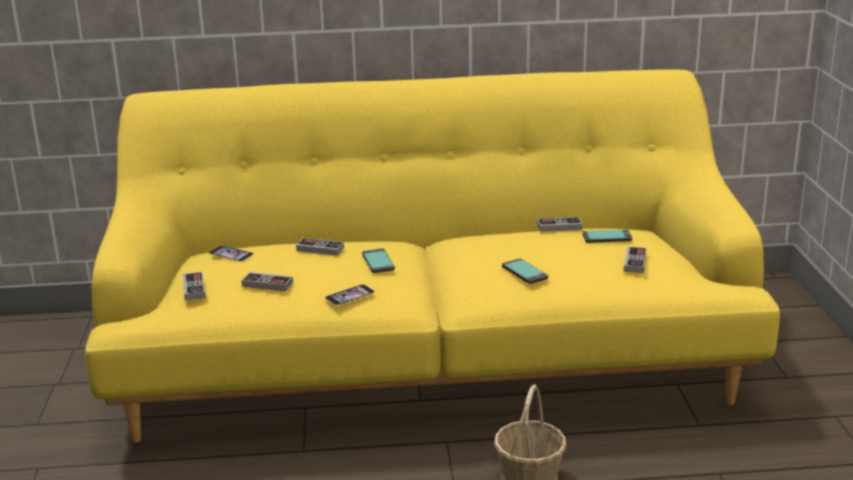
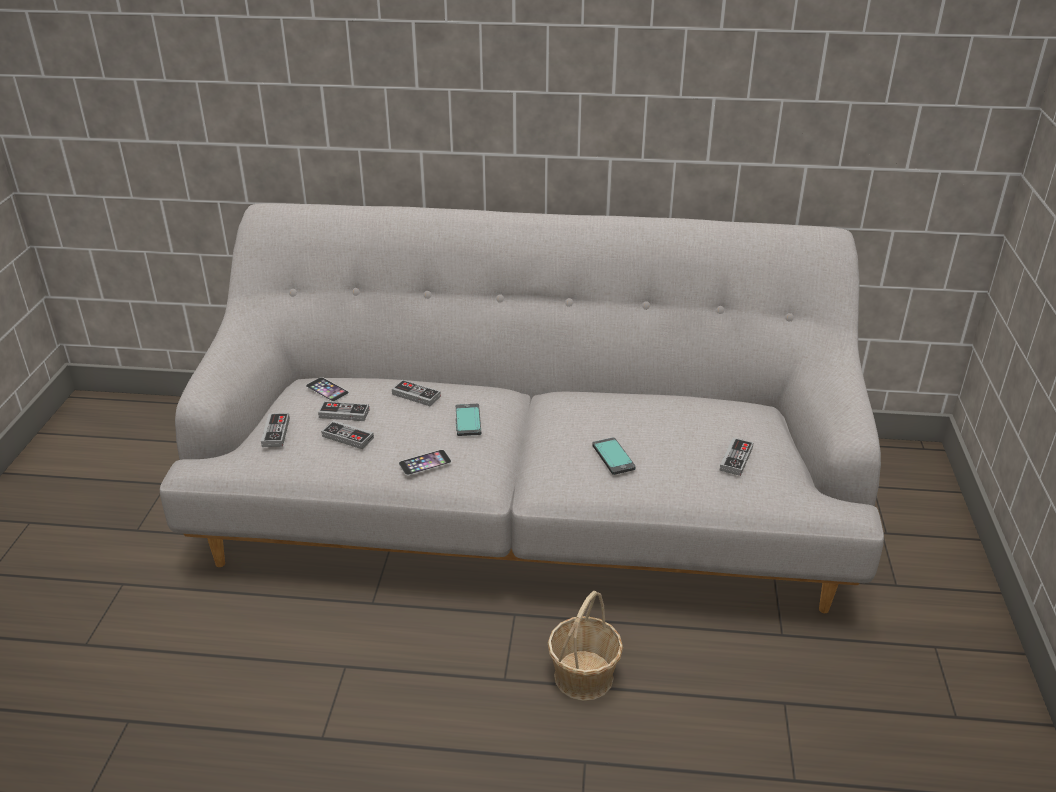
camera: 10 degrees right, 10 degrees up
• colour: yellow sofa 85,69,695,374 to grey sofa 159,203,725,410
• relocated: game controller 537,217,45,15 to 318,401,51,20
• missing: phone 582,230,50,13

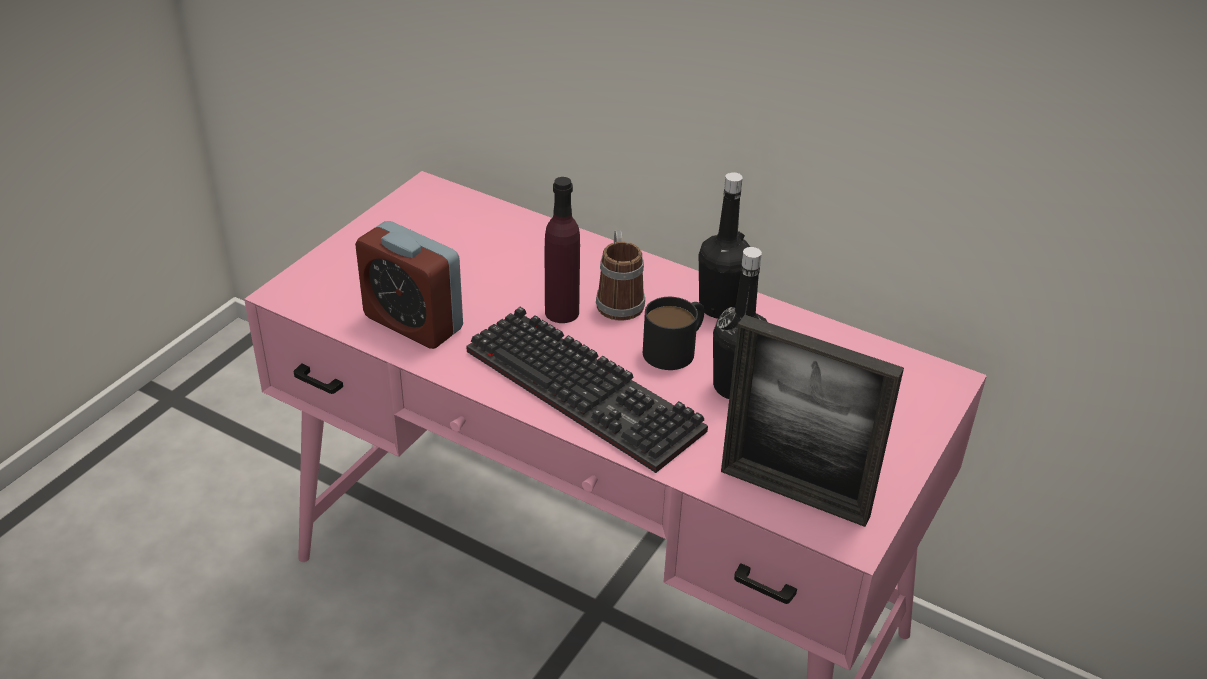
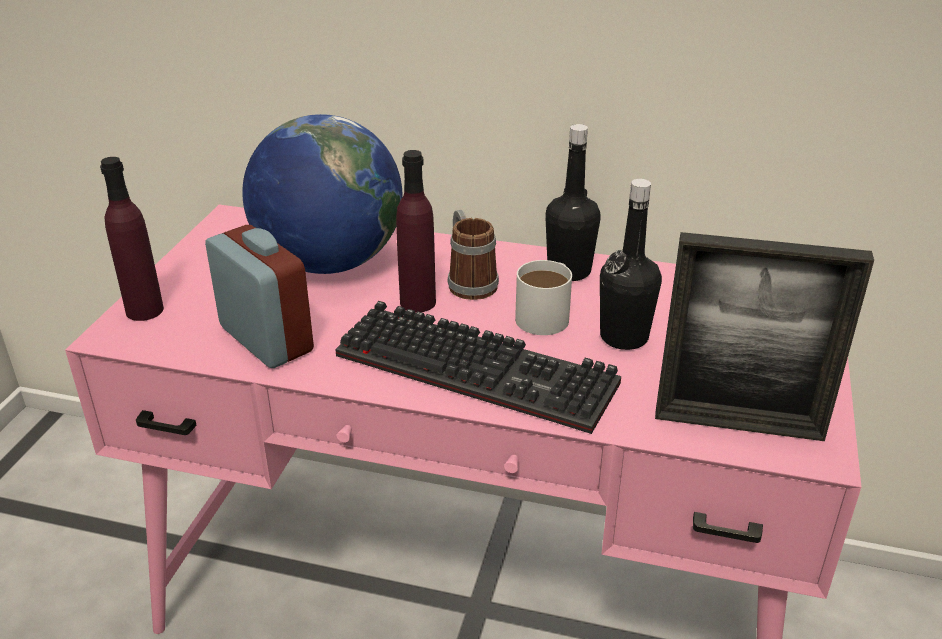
camera: 15 degrees left, 5 degrees down
• spun: alarm clock 355,221,108,128 = 205,225,109,143 150 degrees counterclockwise
• colour: black mug 643,297,62,73 to white mug 515,260,57,75
• appeared: globe 242,114,160,160
• appeared: purple bottle 100,157,64,164

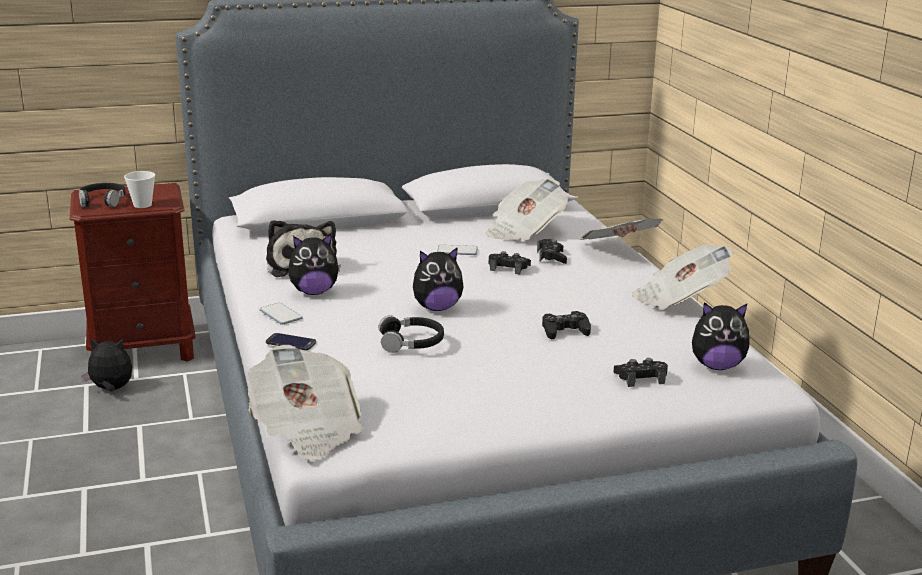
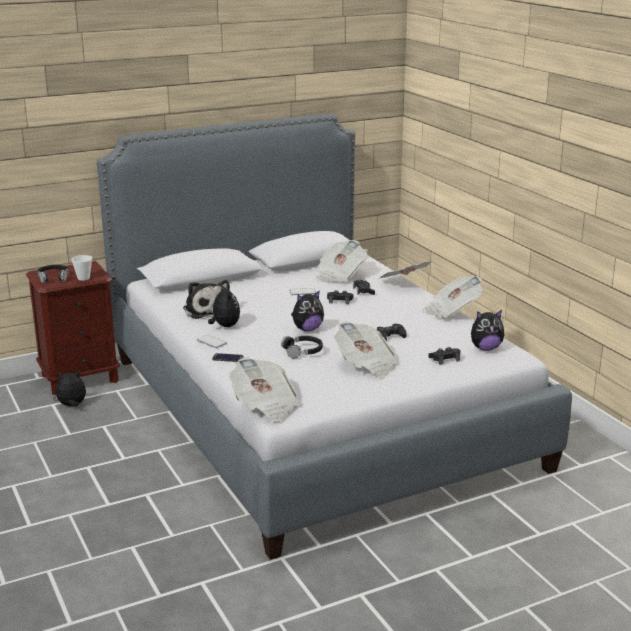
camera: 10 degrees left, 0 degrees up
• spun: plush toy 288,234,53,61 = 208,284,32,43 90 degrees counterclockwise
• appeared: newspaper 334,322,64,56

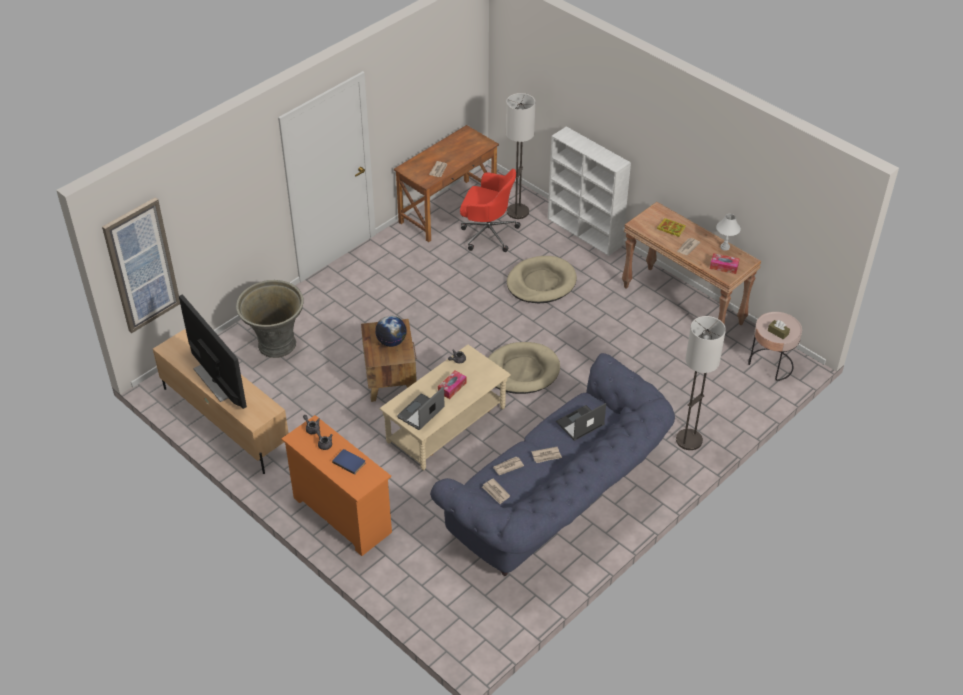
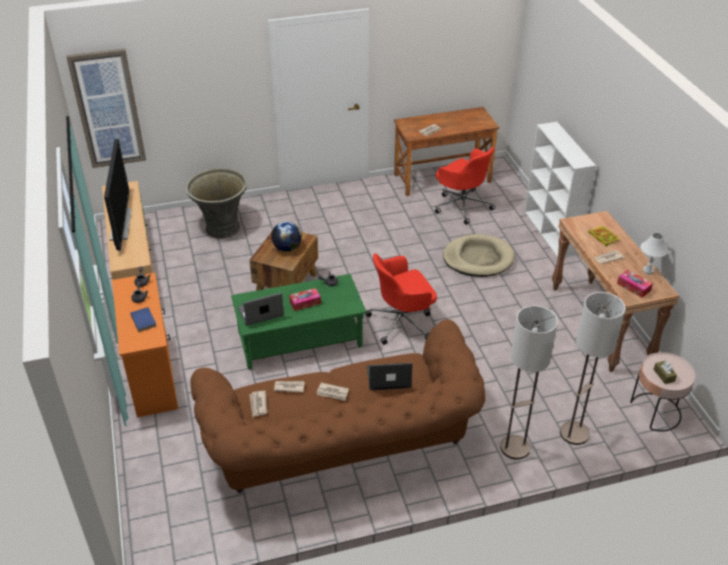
camera: 30 degrees right, 5 degrees down
• relocated: floor lamp 506,93,29,126 to 560,292,66,153
• exchanged: beige dog bed 488,342,72,52 to red office chair 365,253,72,92
• colour: beige coffee table 380,345,131,125 to green coffee table 231,274,136,95
• colour: blue sofa 430,353,245,223 to brown sofa 190,319,296,174

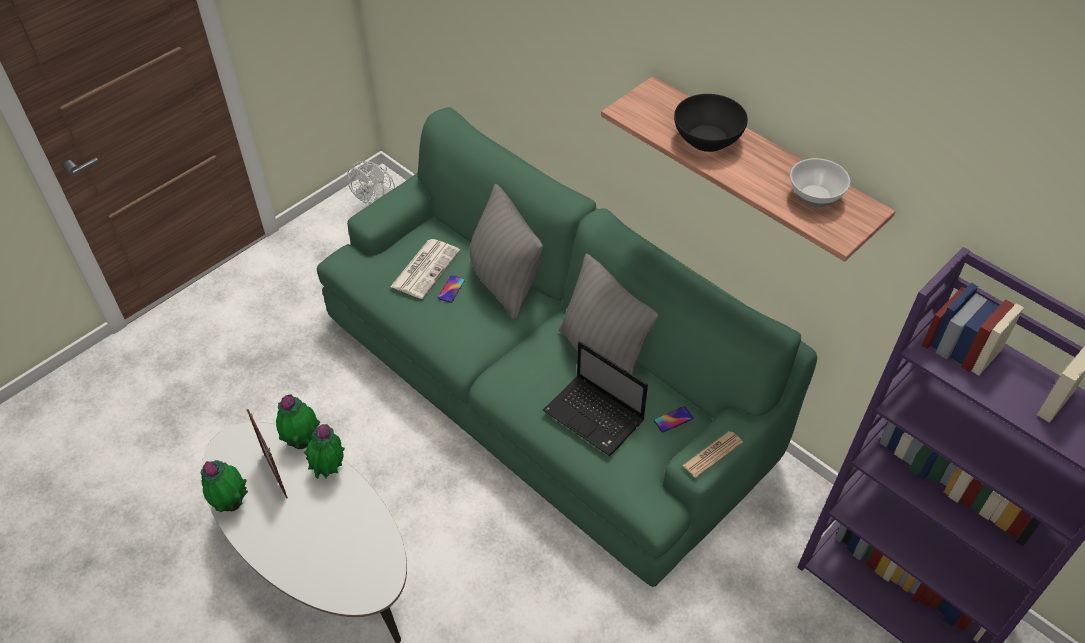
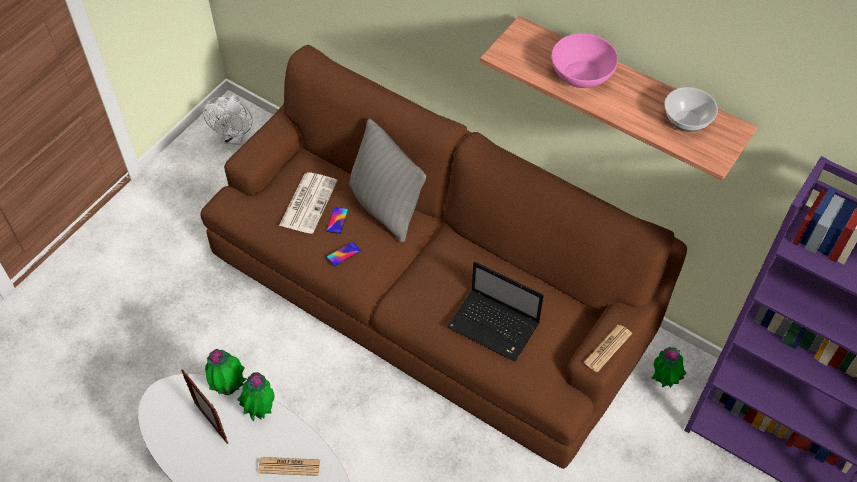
camera: 10 degrees left, 5 degrees up
• colour: black bowl 674,94,74,58 to pink bowl 551,34,67,54
• colour: green sofa 317,107,500,480 to brown sofa 201,45,486,424
• missing: grey pillow 559,254,100,121
• relocated: phone 654,406,39,27 to 327,241,34,26
• relocated: potted plant 201,460,47,52 to 651,347,35,41
• appeared: newspaper 258,457,62,19

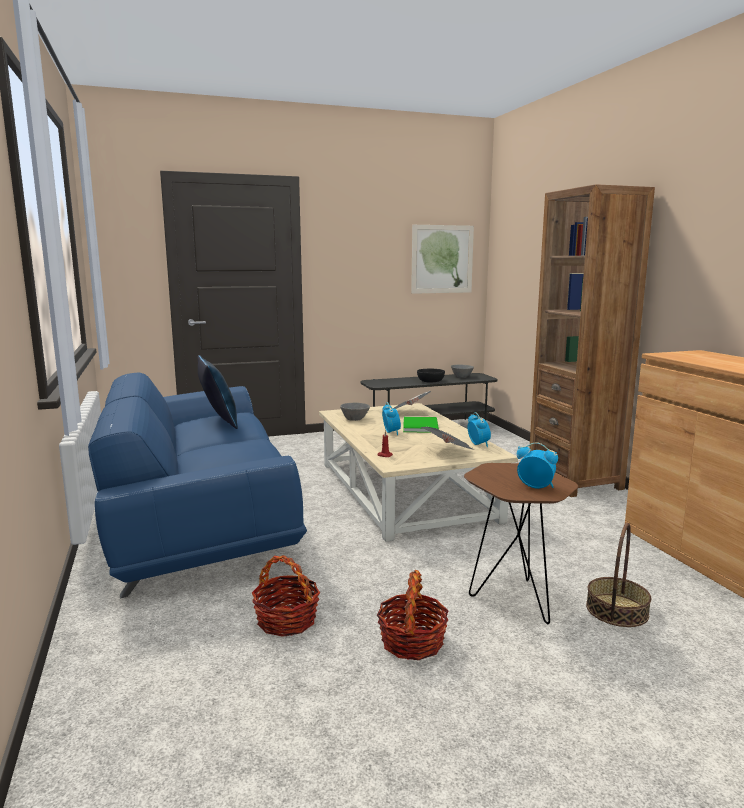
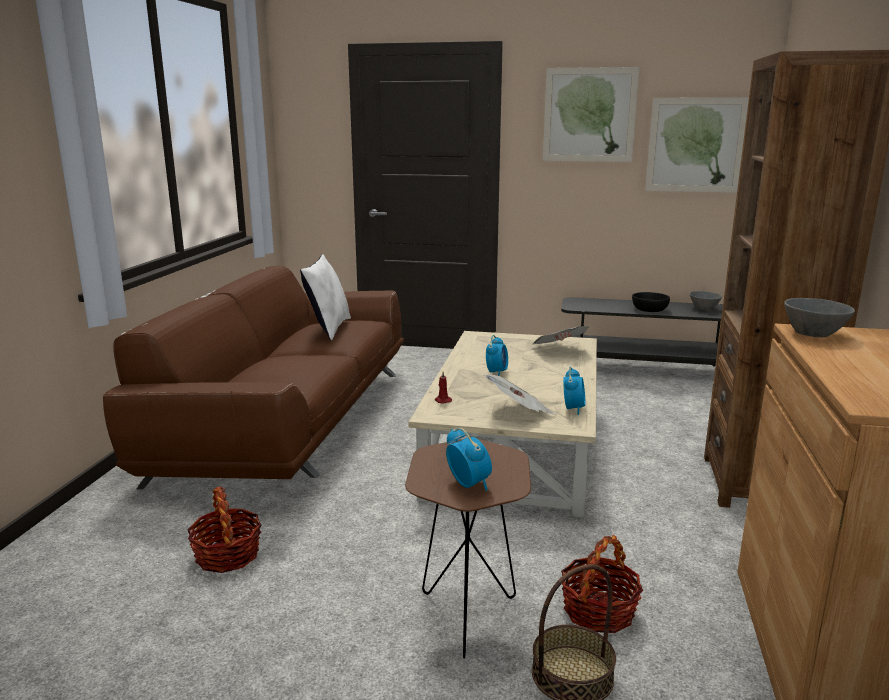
camera: 30 degrees right, 5 degrees up
• colour: blue pillow 198,355,40,74 to white pillow 300,254,51,86
• colour: blue sofa 88,373,219,225 to brown sofa 103,266,301,223
• relocated: grey bowl 340,403,30,18 to 784,298,71,39
• missing: green book 403,417,36,16
• relocated: basket 377,570,72,90 to 561,535,82,98
• appeared: picture 543,67,96,95

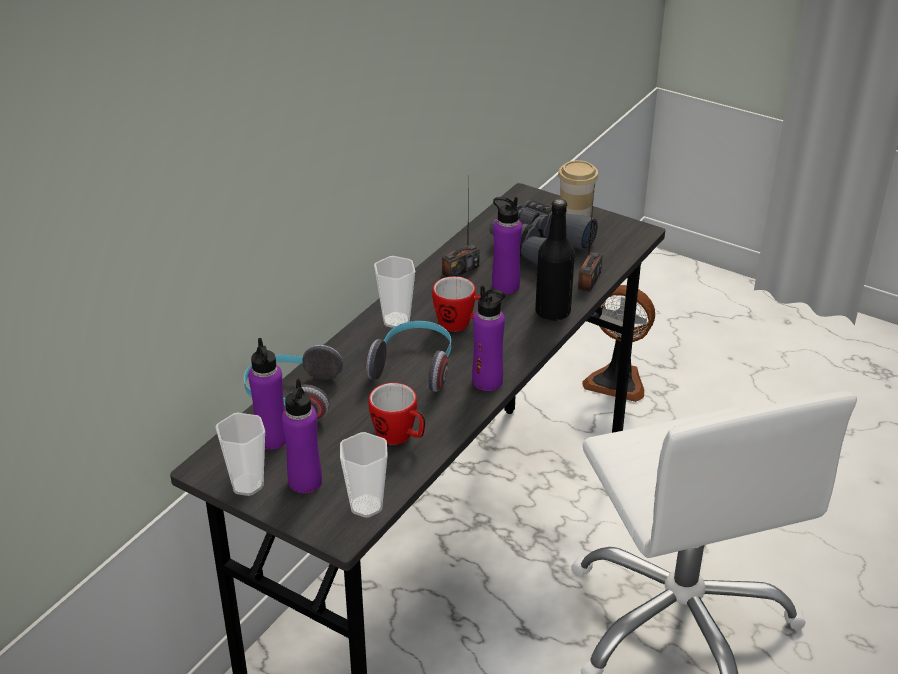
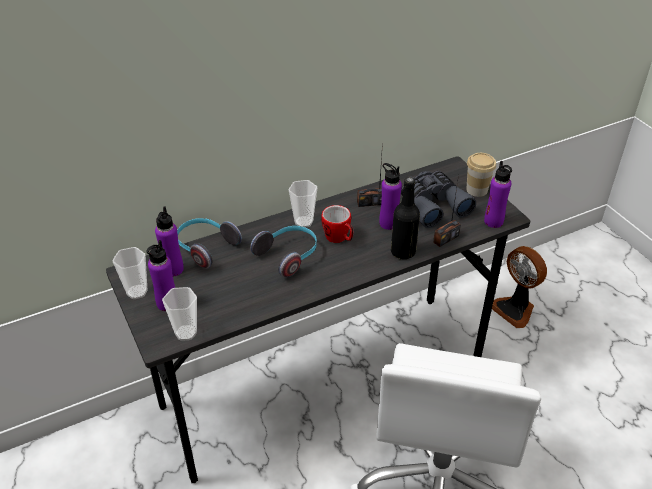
camera: 30 degrees right, 5 degrees up
• relocated: purple bottle 472,285,33,106 to 484,161,28,67
• missing: mug 369,383,56,62

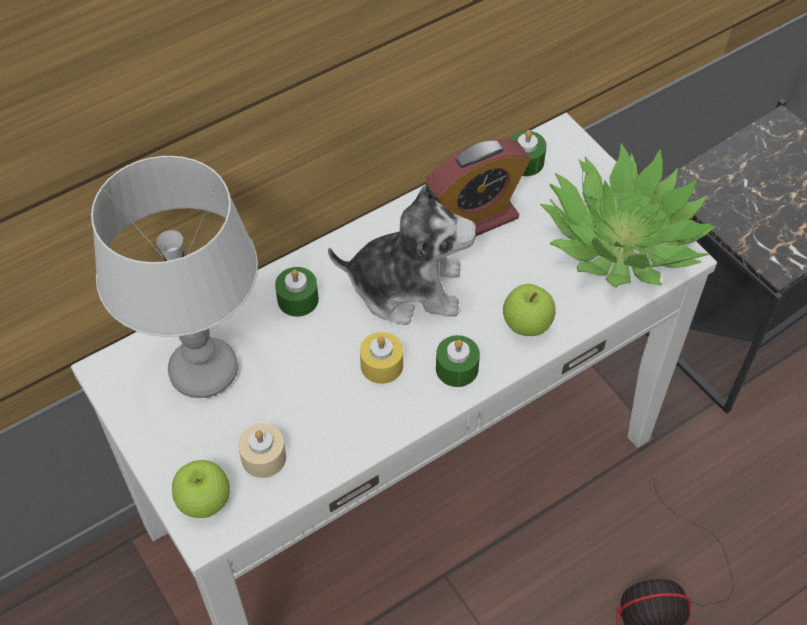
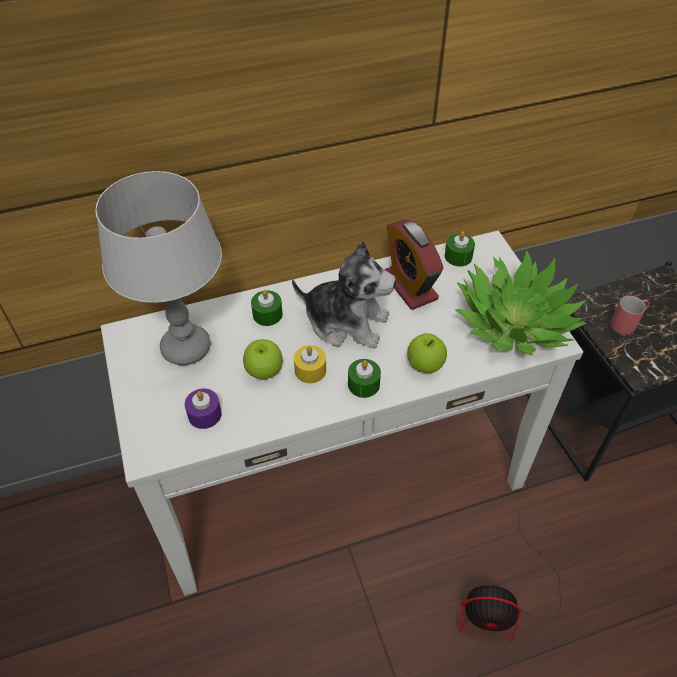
camera: 15 degrees right, 5 degrees down
• spun: alarm clock 425,139,106,97 = 384,219,60,91 75 degrees clockwise
• colour: beige candle 238,424,48,54 to purple candle 185,388,37,41
• relocated: apple 172,460,58,58 to 243,339,40,41
• appeared: red mug 611,296,38,39

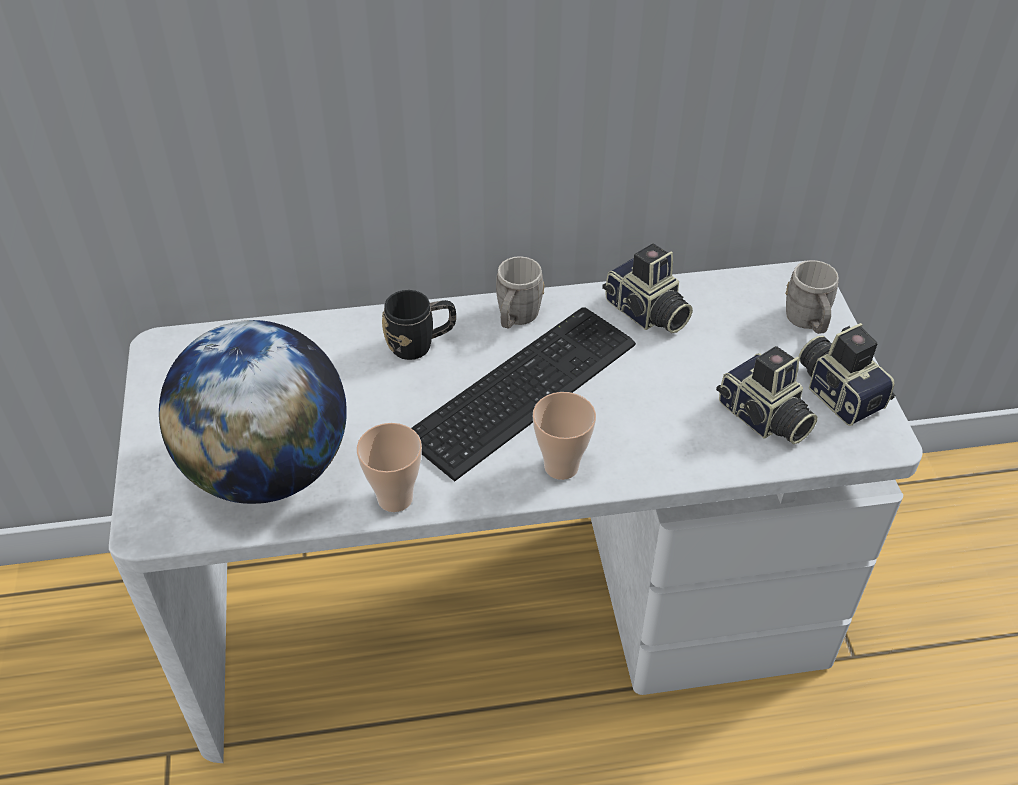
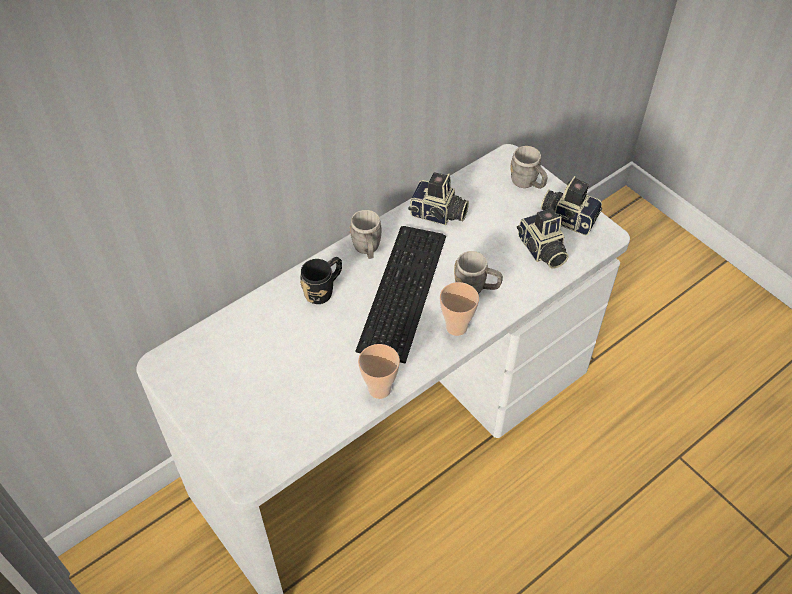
camera: 30 degrees left, 5 degrees up
• missing: globe 159,320,188,184
• spun: photo camera 716,346,102,98 = 517,208,52,60 45 degrees clockwise
• appeared: grey mug 454,251,49,43

